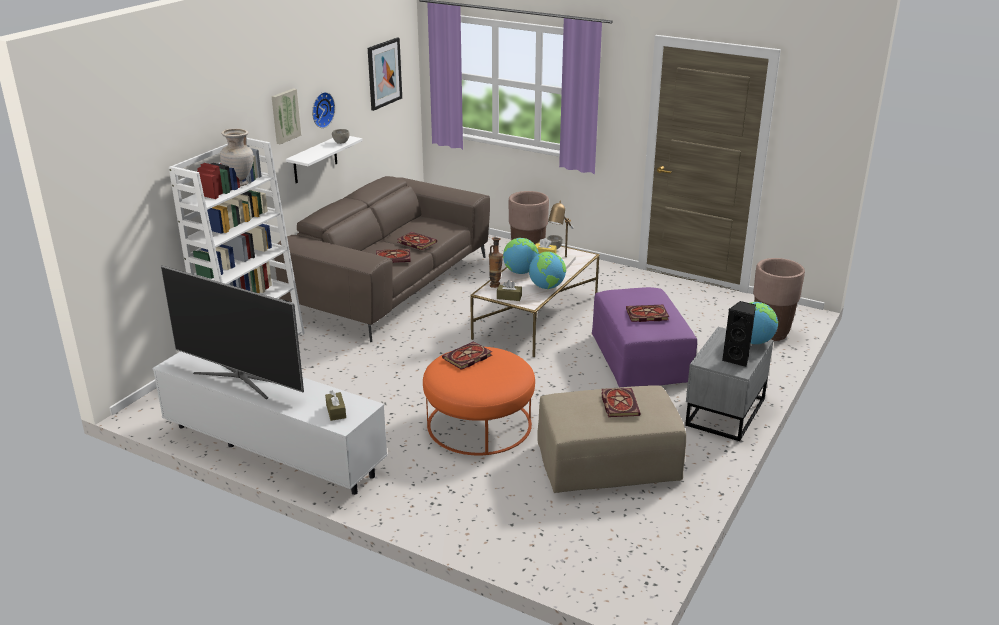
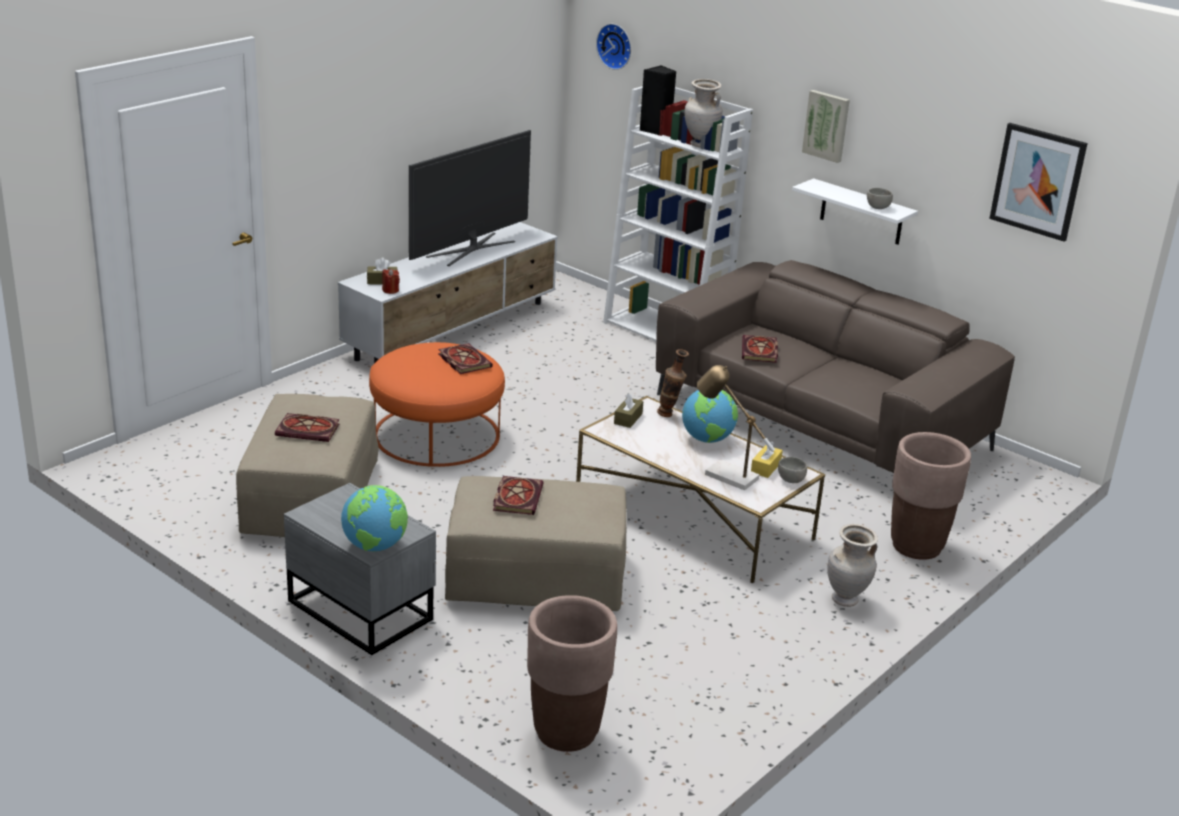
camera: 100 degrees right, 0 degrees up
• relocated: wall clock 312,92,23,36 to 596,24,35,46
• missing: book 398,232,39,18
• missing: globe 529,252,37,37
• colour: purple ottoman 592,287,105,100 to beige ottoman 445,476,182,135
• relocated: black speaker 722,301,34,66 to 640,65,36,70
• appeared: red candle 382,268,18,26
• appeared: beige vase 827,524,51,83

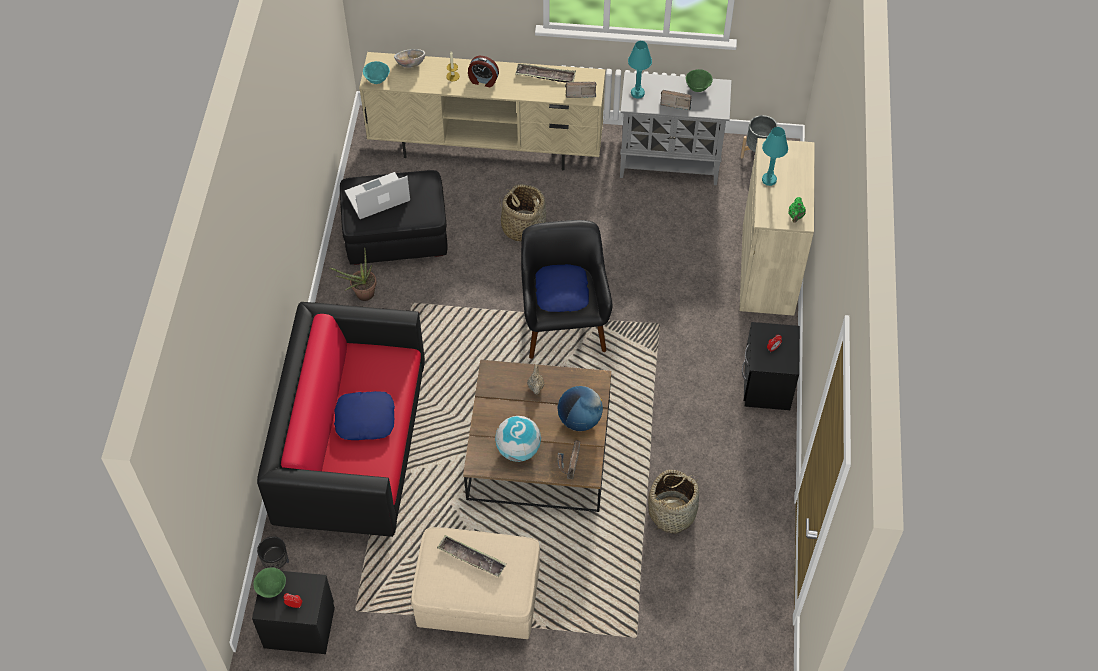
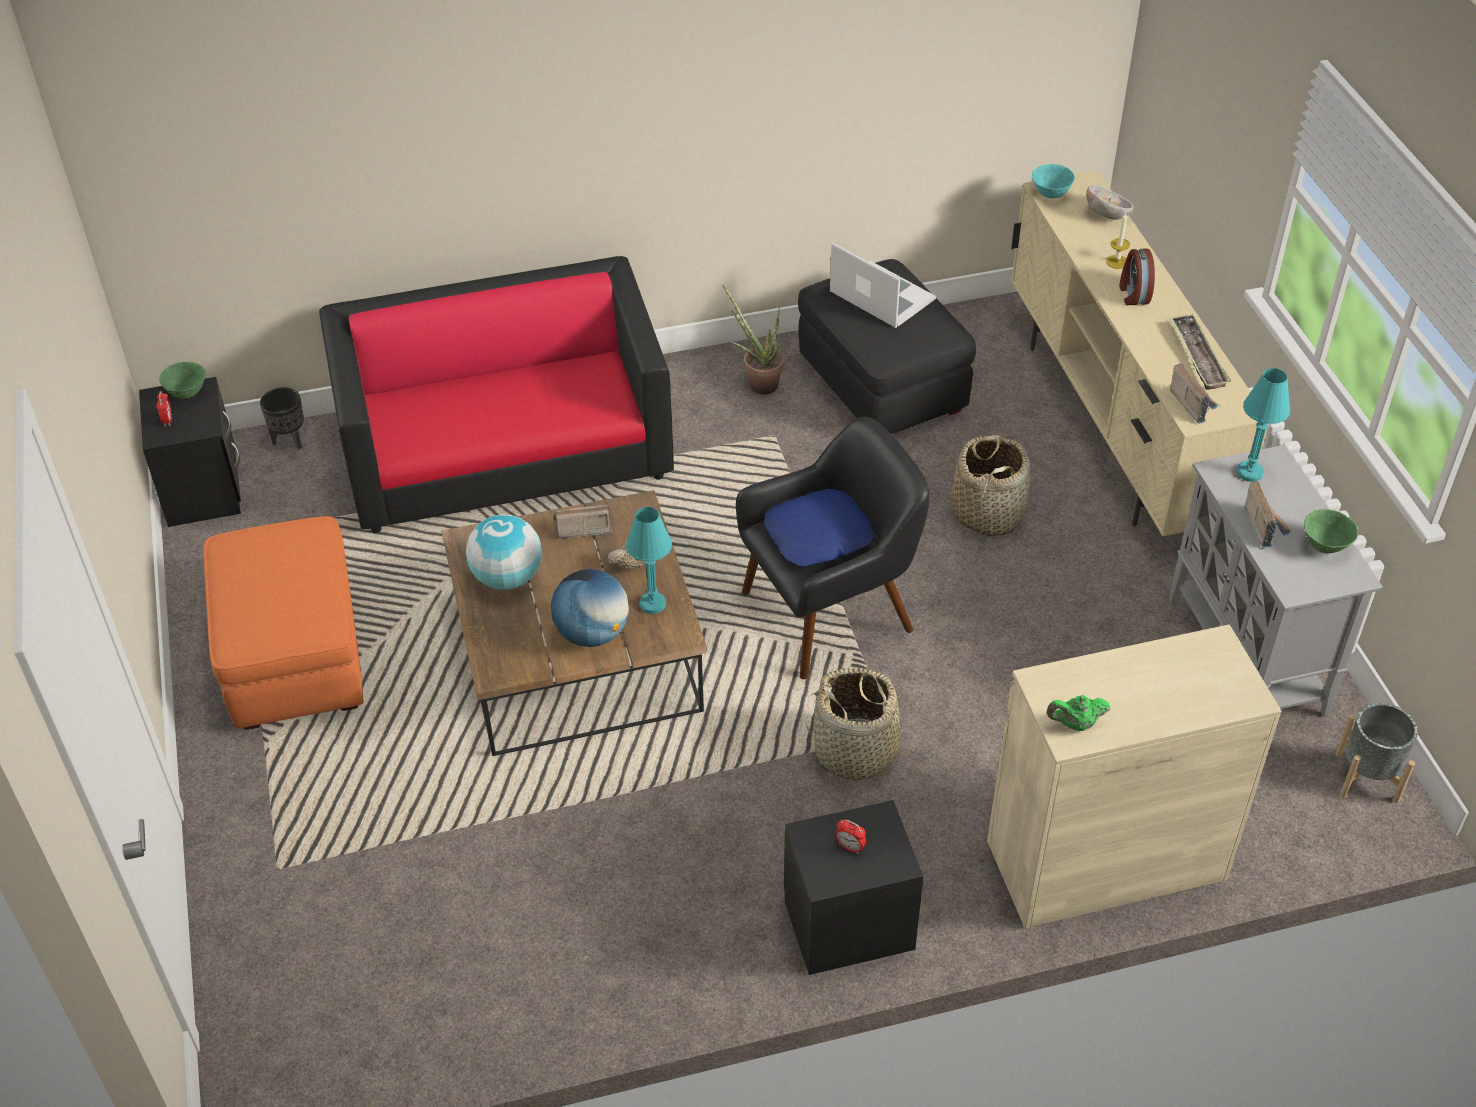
camera: 70 degrees right, 10 degrees down
• relocated: turquoise table lamp 762,127,26,59 to 626,507,46,107
• missing: blue pillow 334,391,61,49
• relocated: radio 558,440,22,39 to 553,505,59,34
• relocated: basket 648,470,51,64 to 805,668,112,112
• colour: beige ottoman 411,527,129,112 to orange ottoman 203,516,161,214
• missing: tray 437,535,69,42

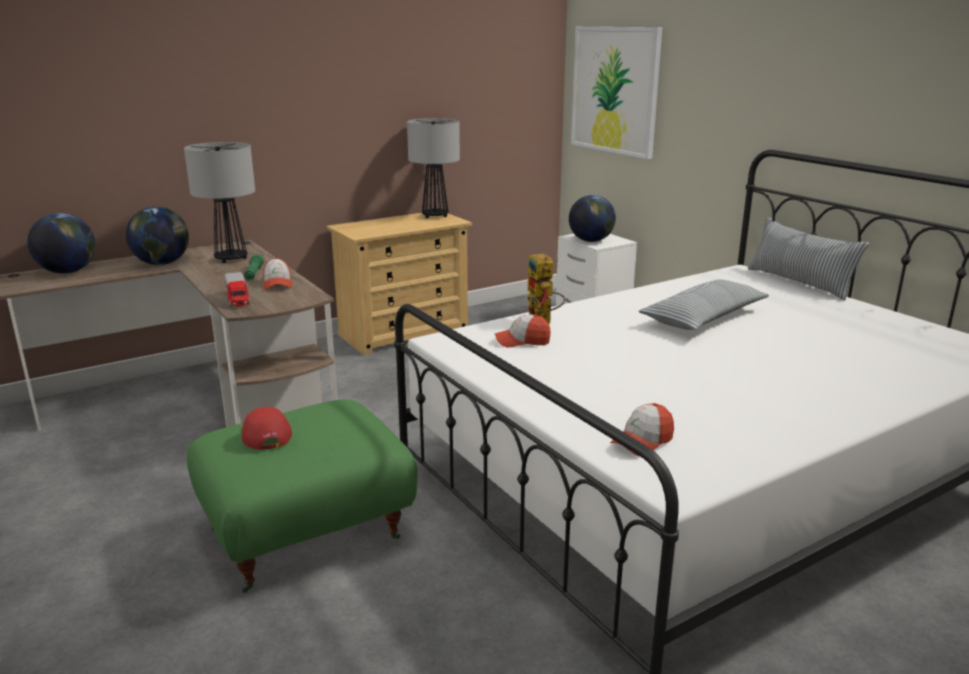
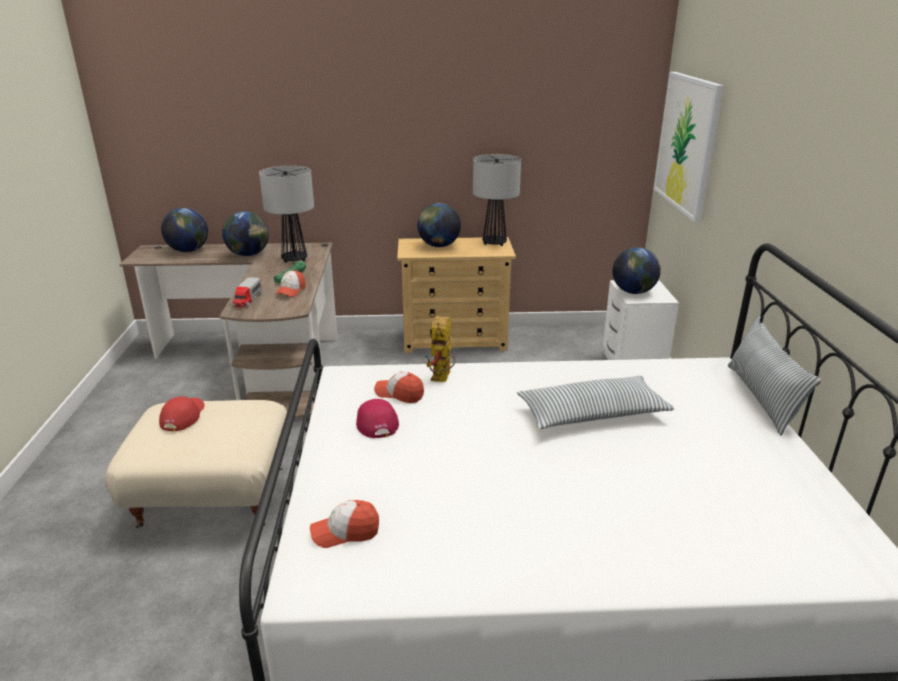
camera: 30 degrees right, 5 degrees up
• colour: green ottoman 187,399,231,194 to beige ottoman 105,400,182,128
• appeared: globe 417,203,44,44
• appeared: red cap 356,399,43,39

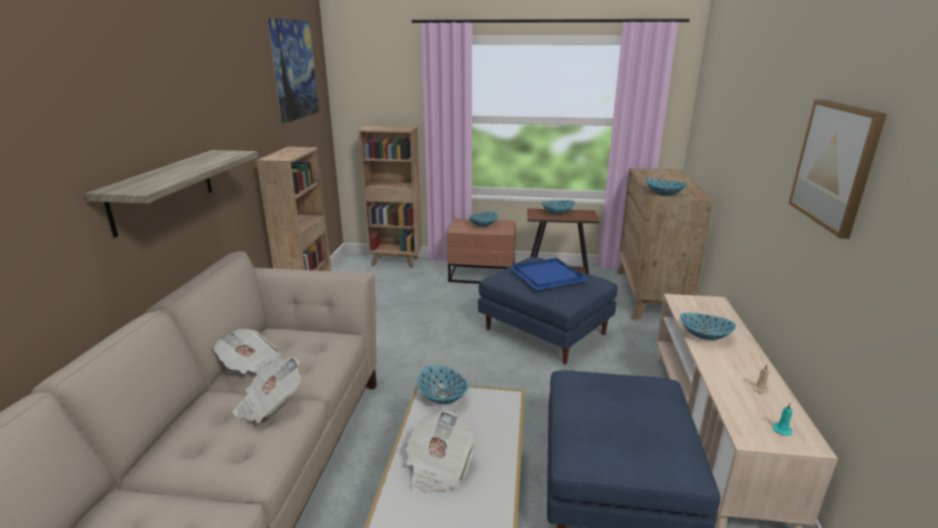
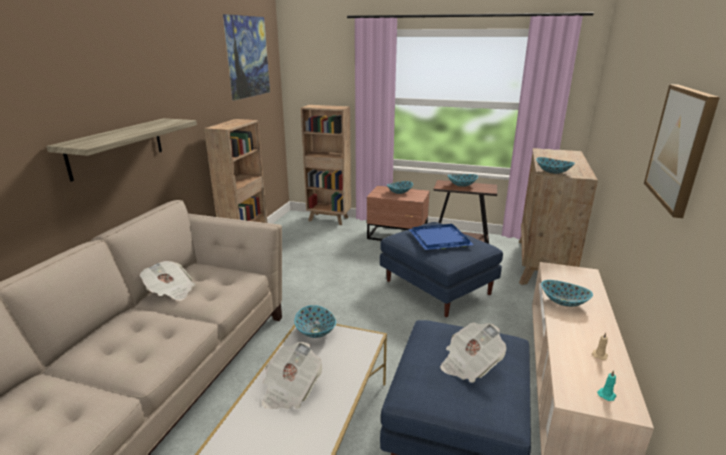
camera: 10 degrees right, 0 degrees up
• relocated: newspaper 233,357,68,66 to 440,322,66,61

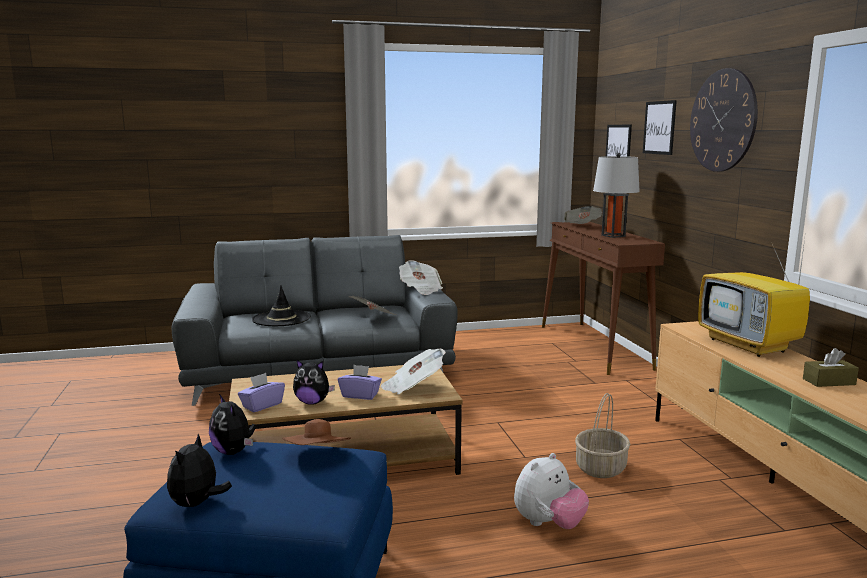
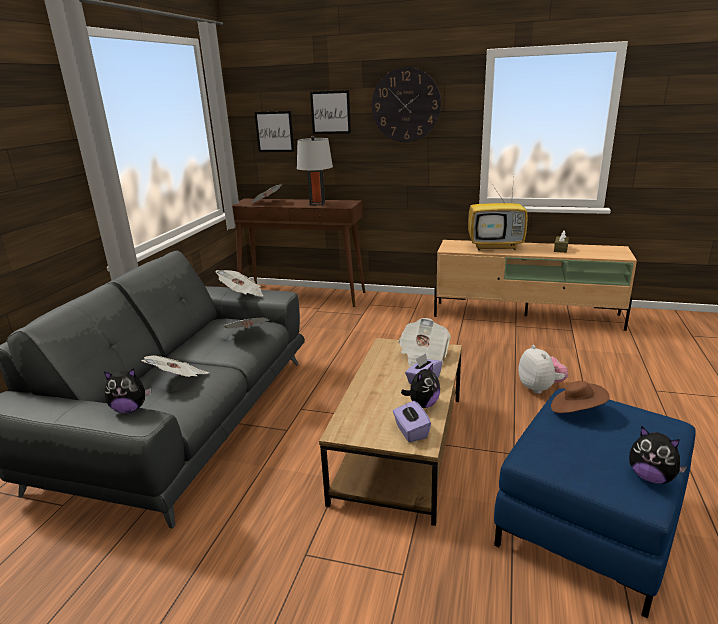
camera: 60 degrees left, 10 degrees up
• exchanged: black hat 252,285,59,41 to newspaper 141,355,68,22
• missing: basket 575,393,55,85
• relocated: plush toy 209,394,46,61 to 104,368,47,45

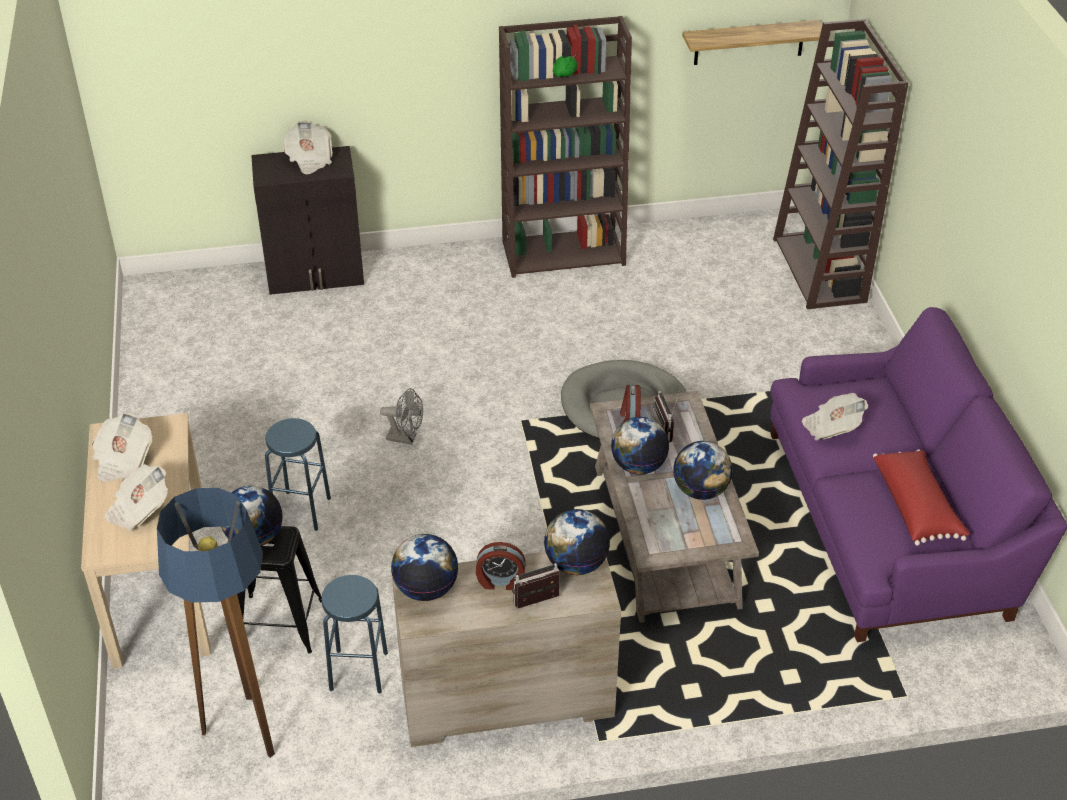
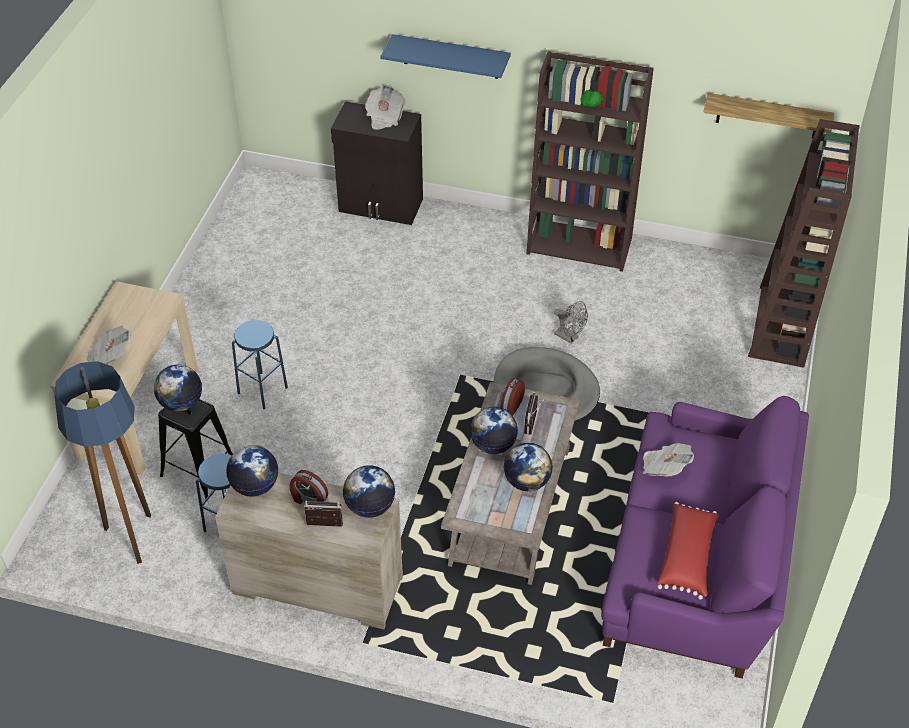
camera: 25 degrees right, 5 degrees up
• relocated: grey fan 380,388,43,57 to 554,301,34,43
• missing: newspaper 92,412,61,70
• appeared: blue shelf 380,34,131,45

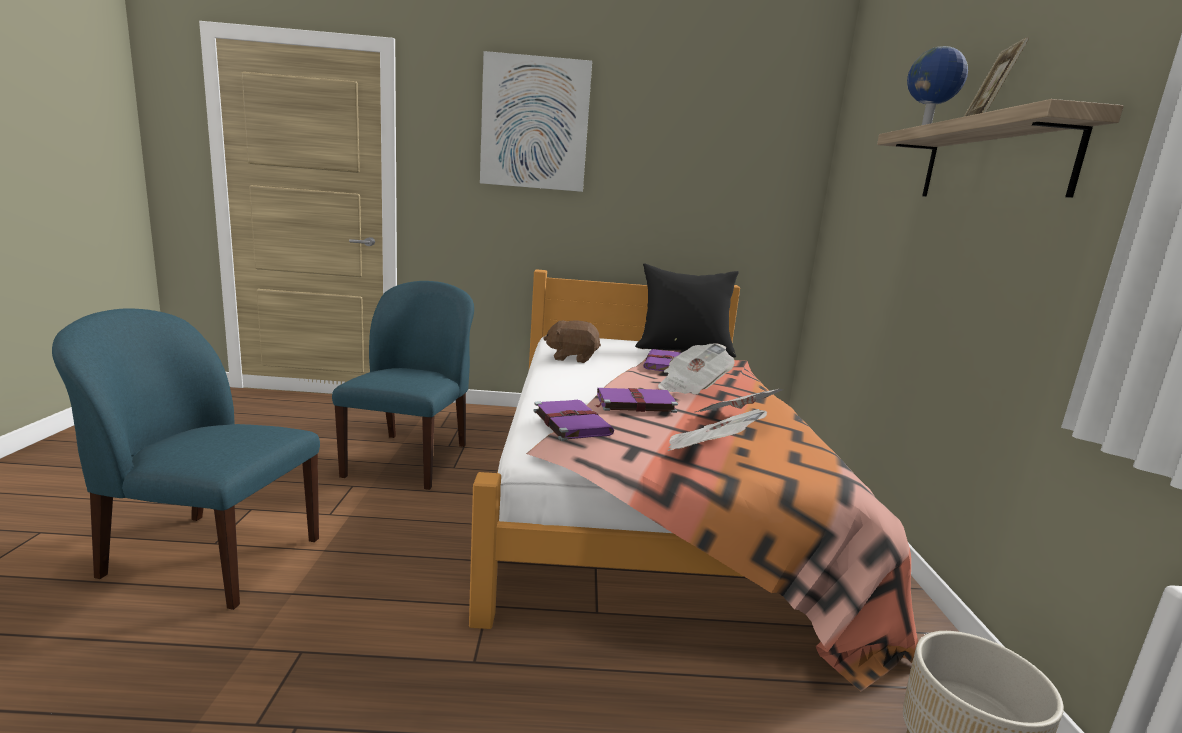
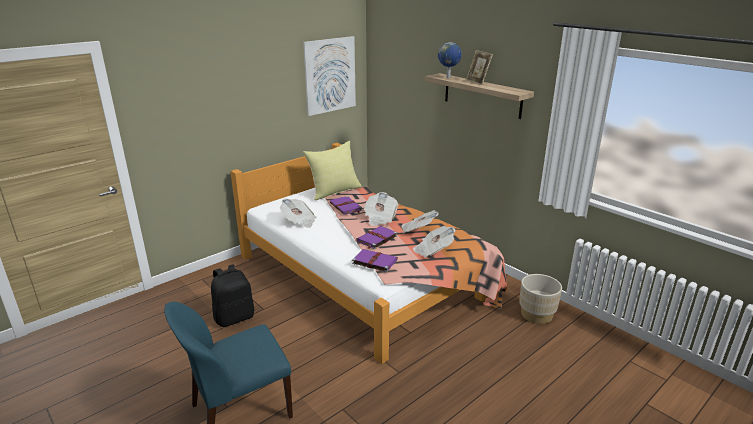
camera: 40 degrees left, 10 degrees up
• relocated: picture 480,51,112,141 to 303,36,53,80
• colour: black pillow 635,264,104,94 to yellow pillow 303,141,59,59
• exchanged: blue chair 332,281,142,209 to black backpack 211,264,44,63
• exchanged: brown plush toy 543,321,58,42 to newspaper 280,199,36,29

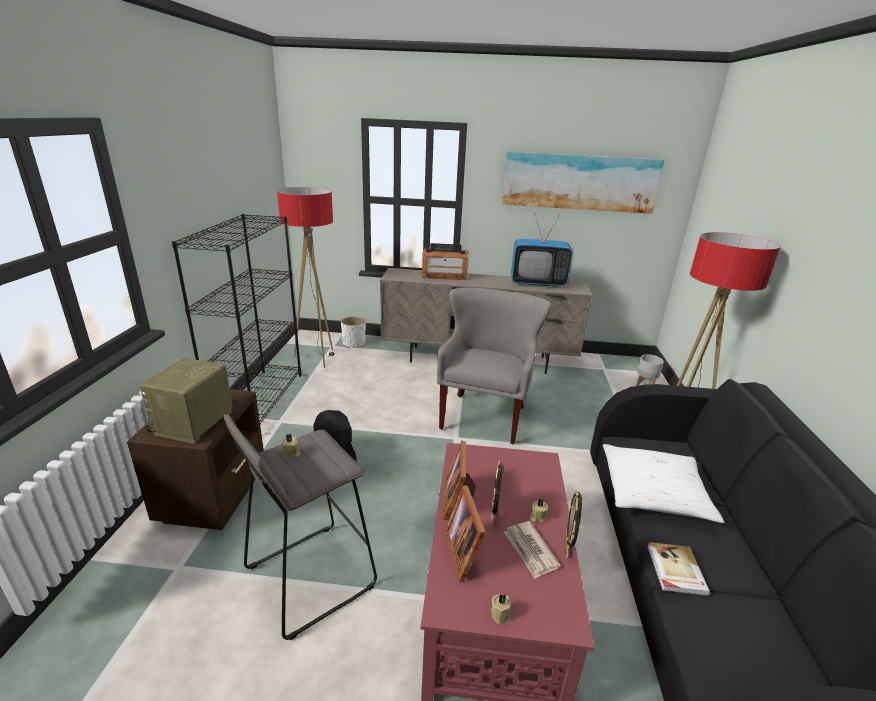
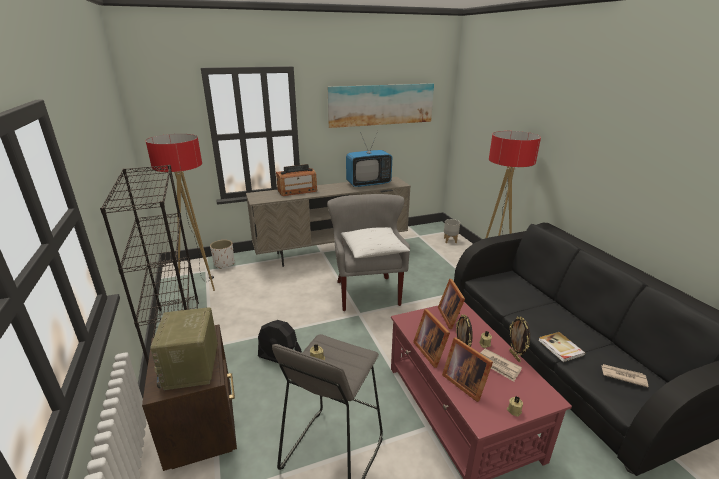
camera: 25 degrees left, 0 degrees up
• relocated: white pillow 603,444,121,79 to 341,227,69,31
• appeared: picture frame 438,279,27,50
• appeared: newspaper 601,364,47,23

